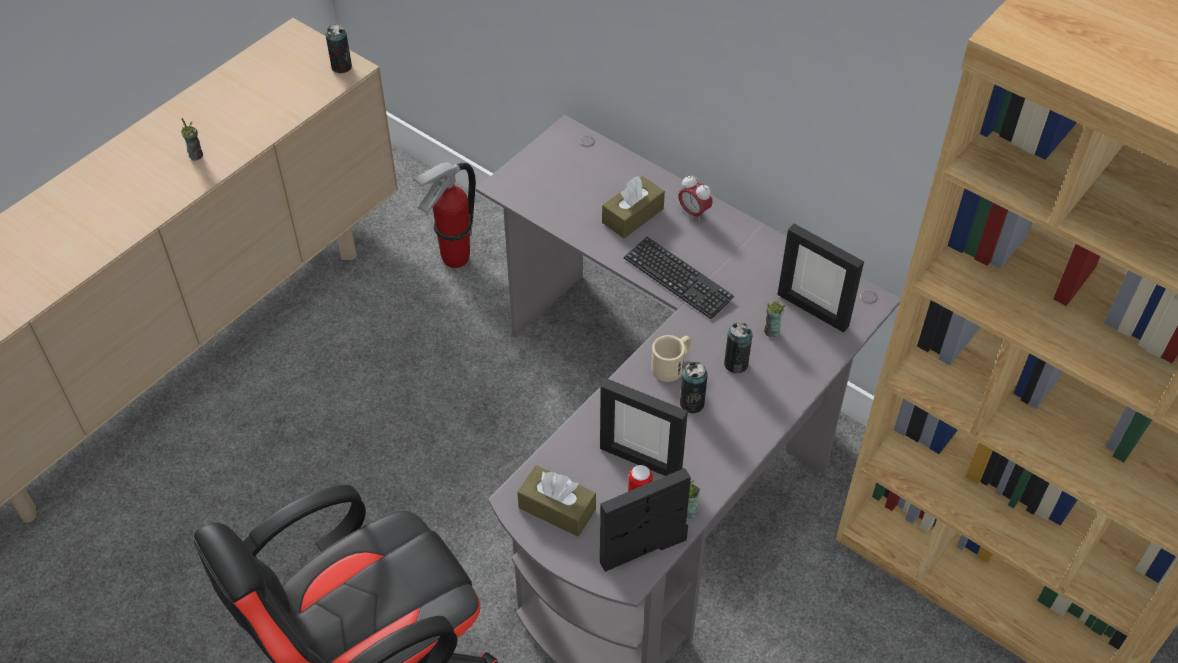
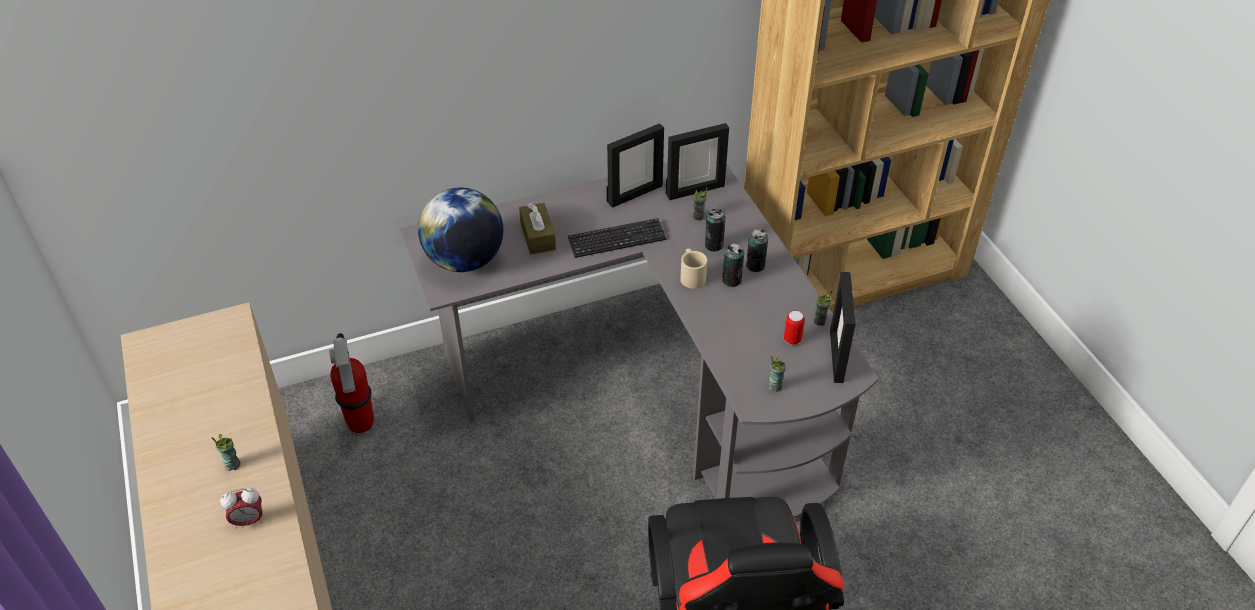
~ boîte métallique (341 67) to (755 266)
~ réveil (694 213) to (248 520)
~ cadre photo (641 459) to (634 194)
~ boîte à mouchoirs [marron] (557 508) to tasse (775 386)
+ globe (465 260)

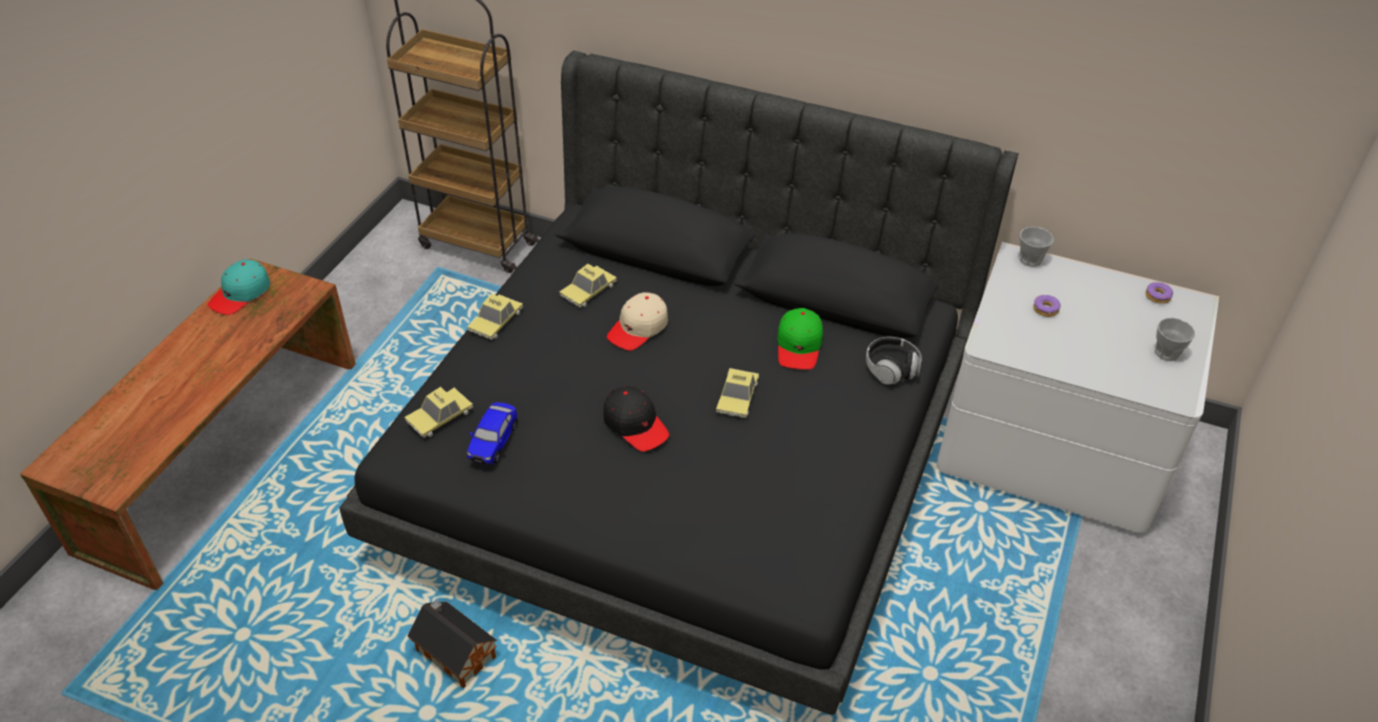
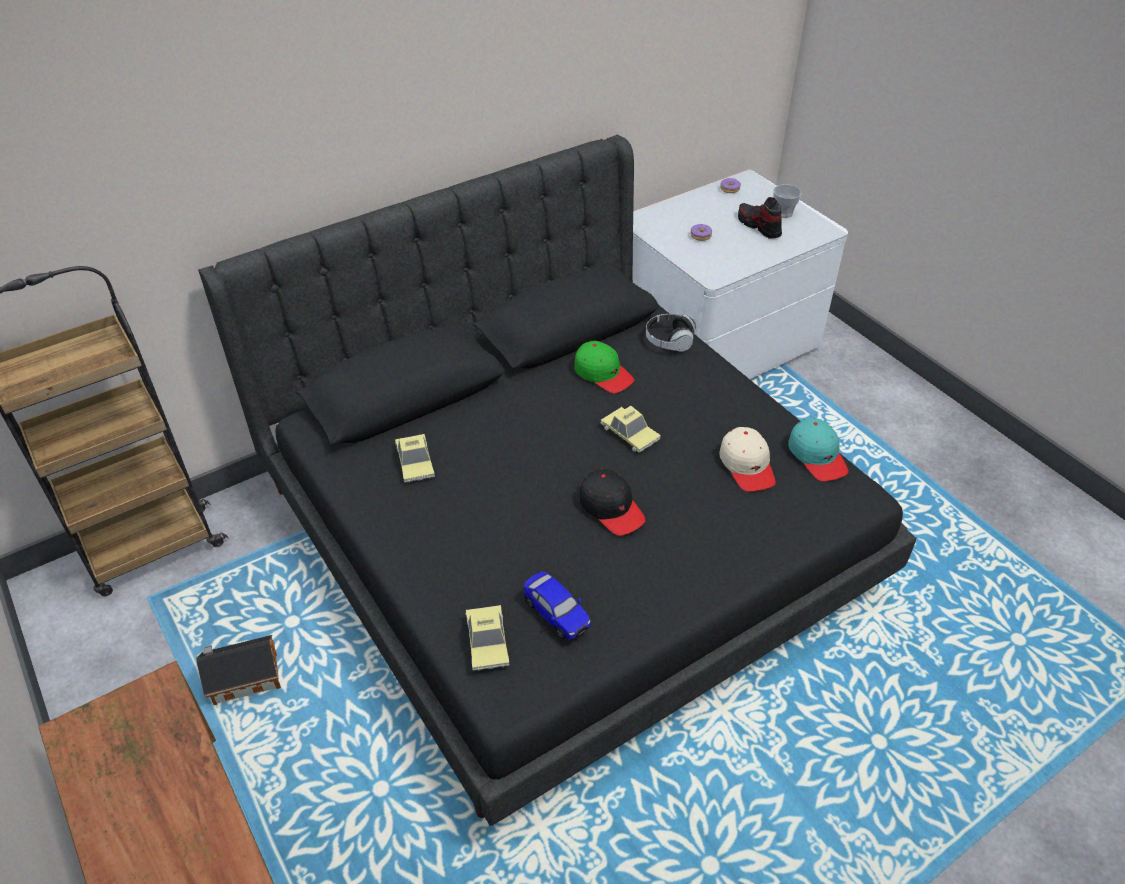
- tasse (1030 259)
~ casquette [turquoise] (241 294) to (817 456)
~ casquette [beige] (638 328) to (747 466)
- petite voiture (495 321)
~ casquette [noir] (635 424) = (611 508) 60 degrees clockwise
~ maison miniature (454 652) to (242 679)
+ chaussure (759 226)

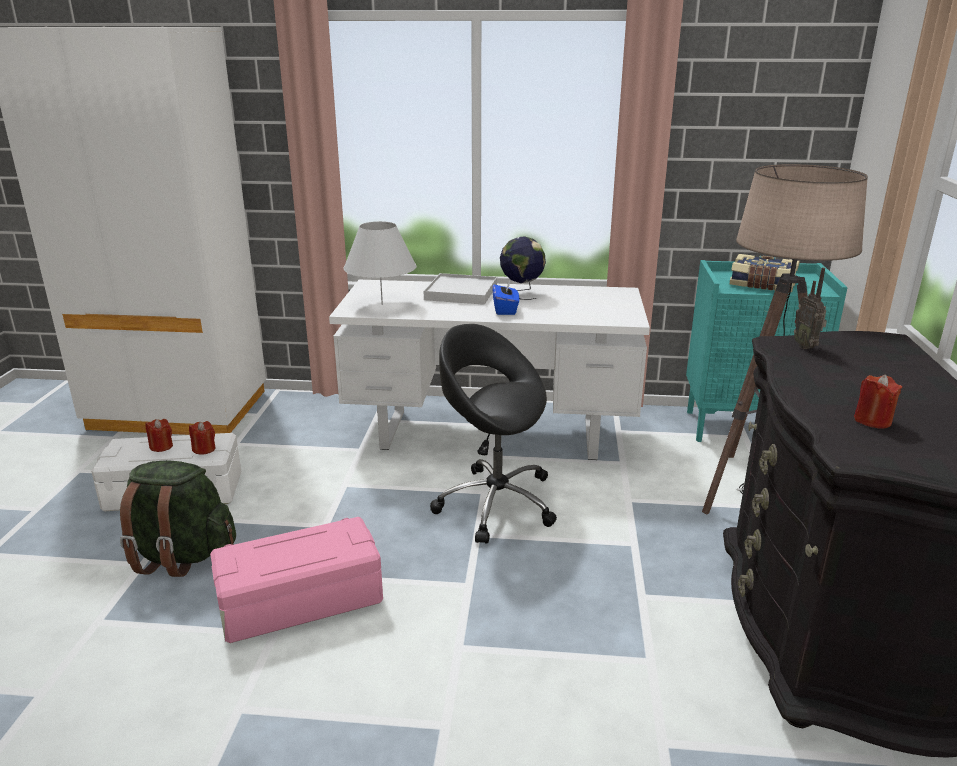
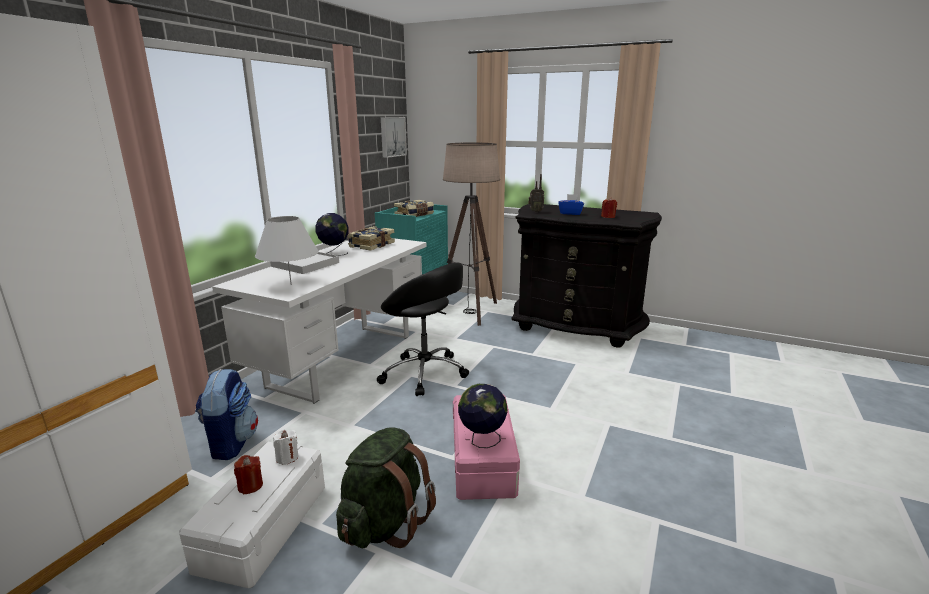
~ boîte à mouchoirs [bleu] (505 310) to (570 213)
~ chaise de bureau [noir] (494 503) = (425 374) 90 degrees counterclockwise
~ bougie [rouge] (204 449) to bougie [blanc] (287 457)
+ tableau (392 136)
+ livre (371 245)
+ sac à dos (231 443)
+ globe (482 440)

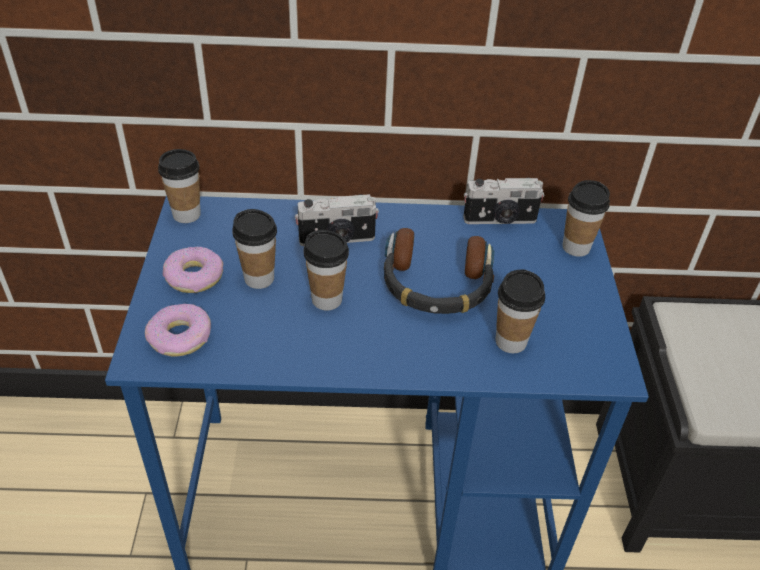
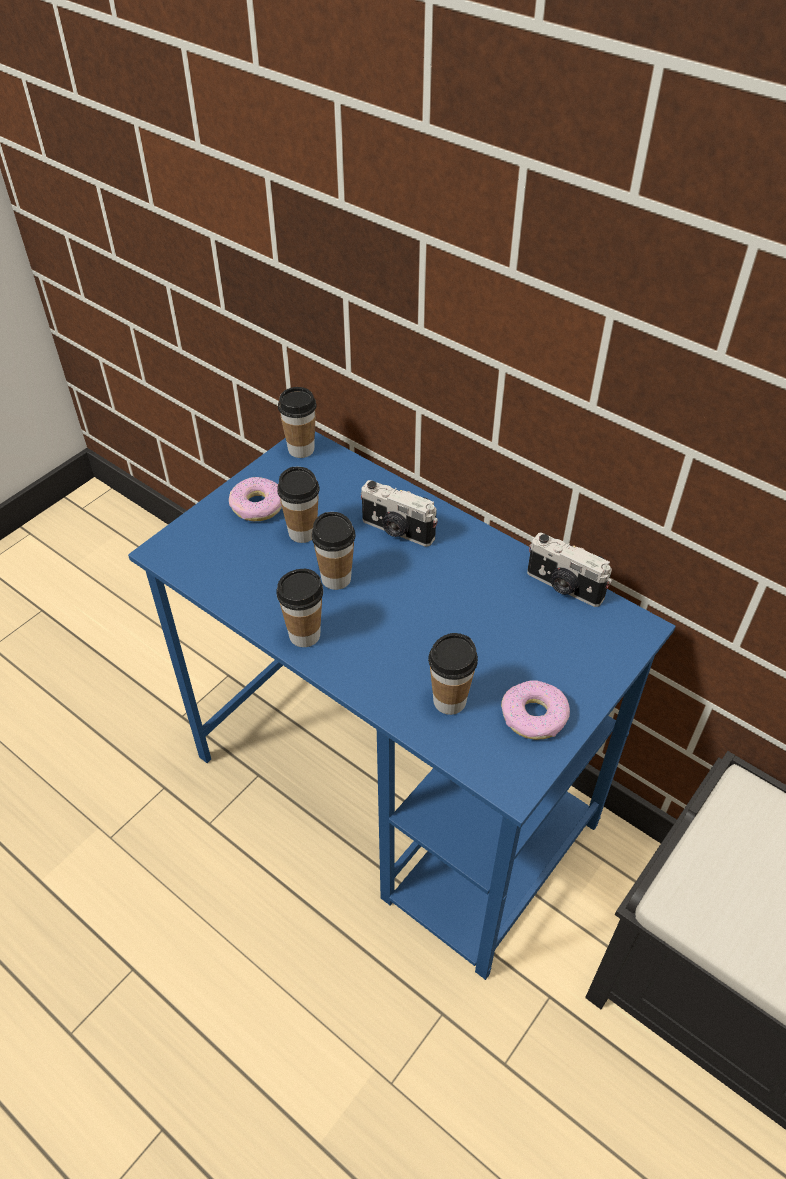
~ tasse (576 247) to (304 635)
- casque audio (436 284)
~ beignet (180 337) to (534 716)

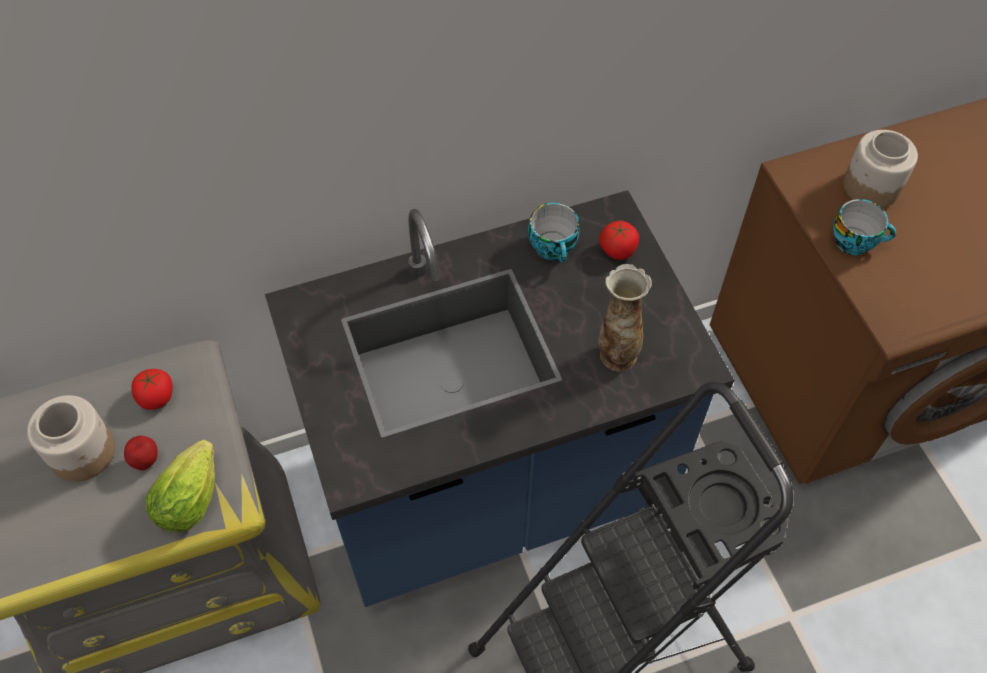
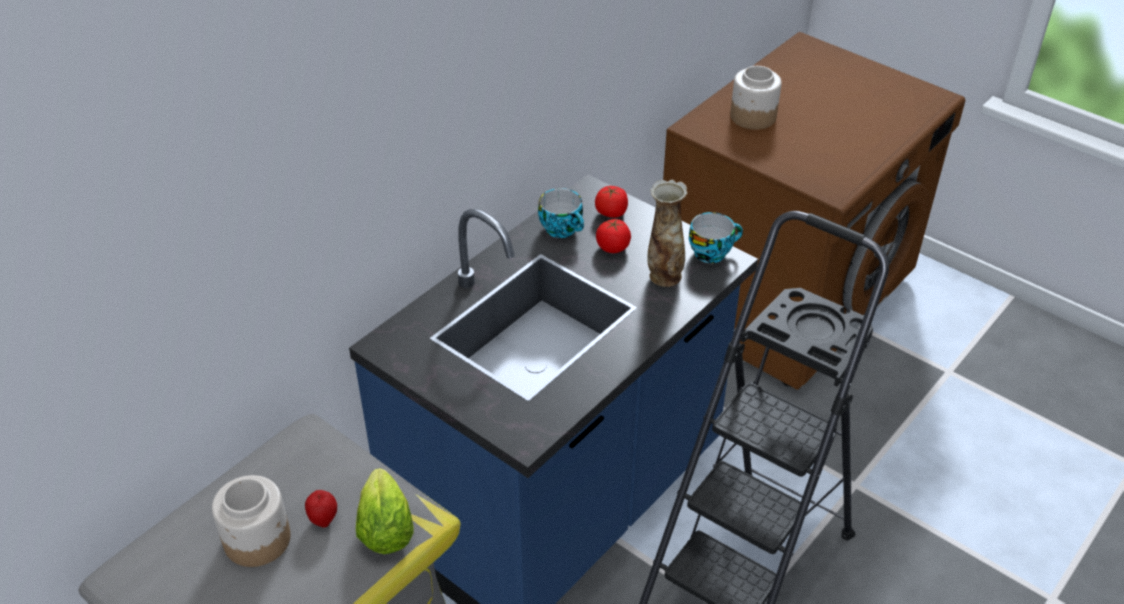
~ tasse (855 241) to (711 252)
~ tomate (157 397) to (613 247)

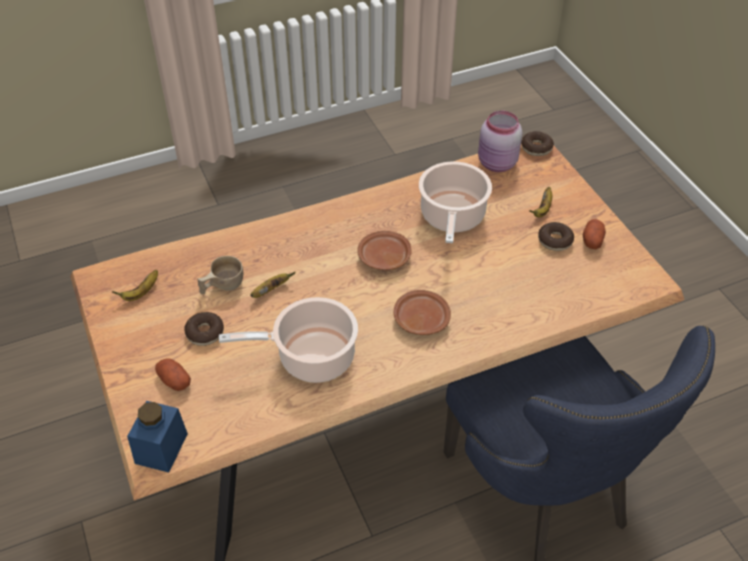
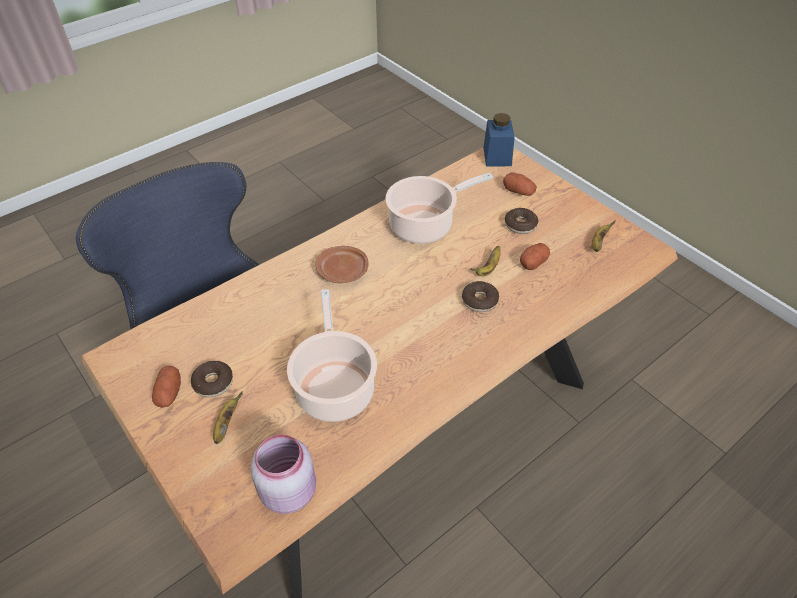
~ beignet (536 148) to (479 301)
- assiette [marron] (383 258)
~ tasse [beige] (222 286) to pomme de terre (533 262)

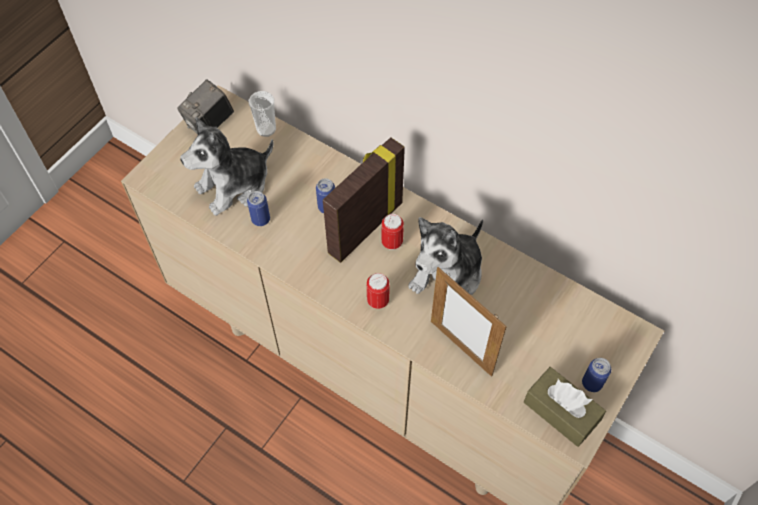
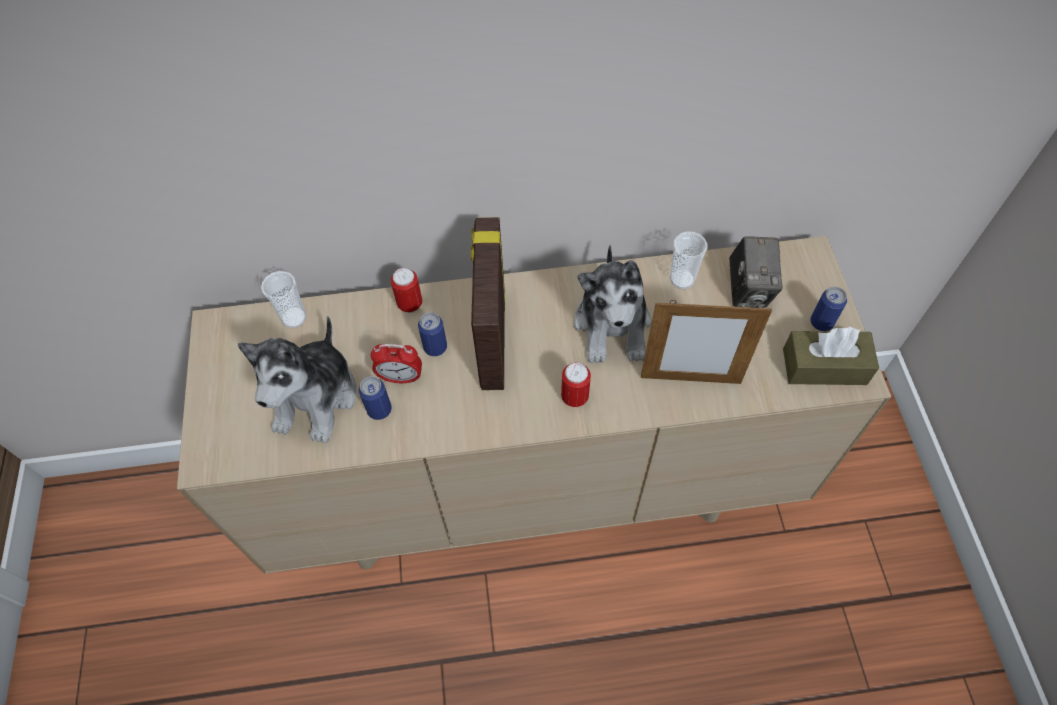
~ appareil photo (210 124) to (748 289)
~ boîte métallique (392 242) to (410 304)
+ tasse (682 279)
+ réveil (401 377)

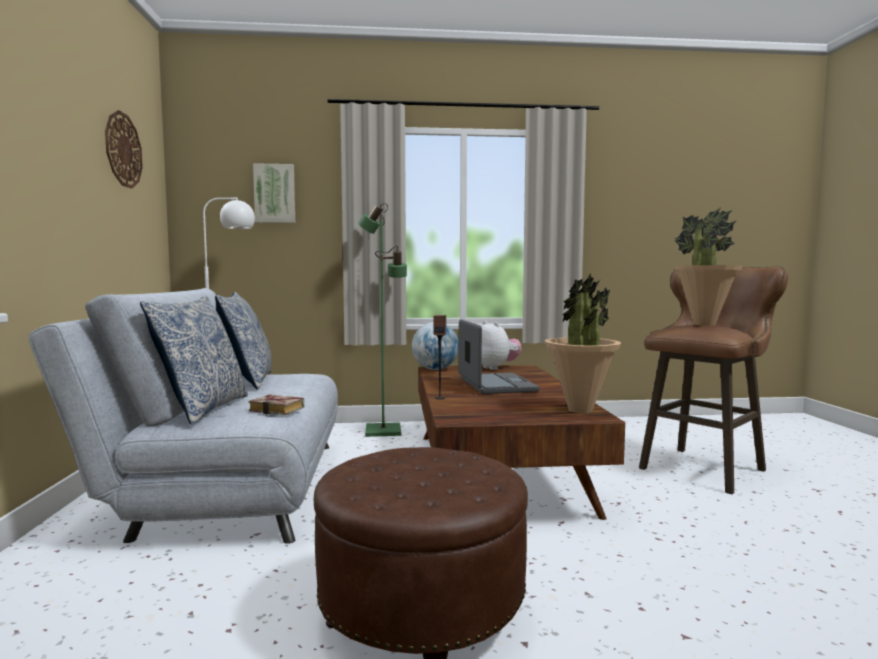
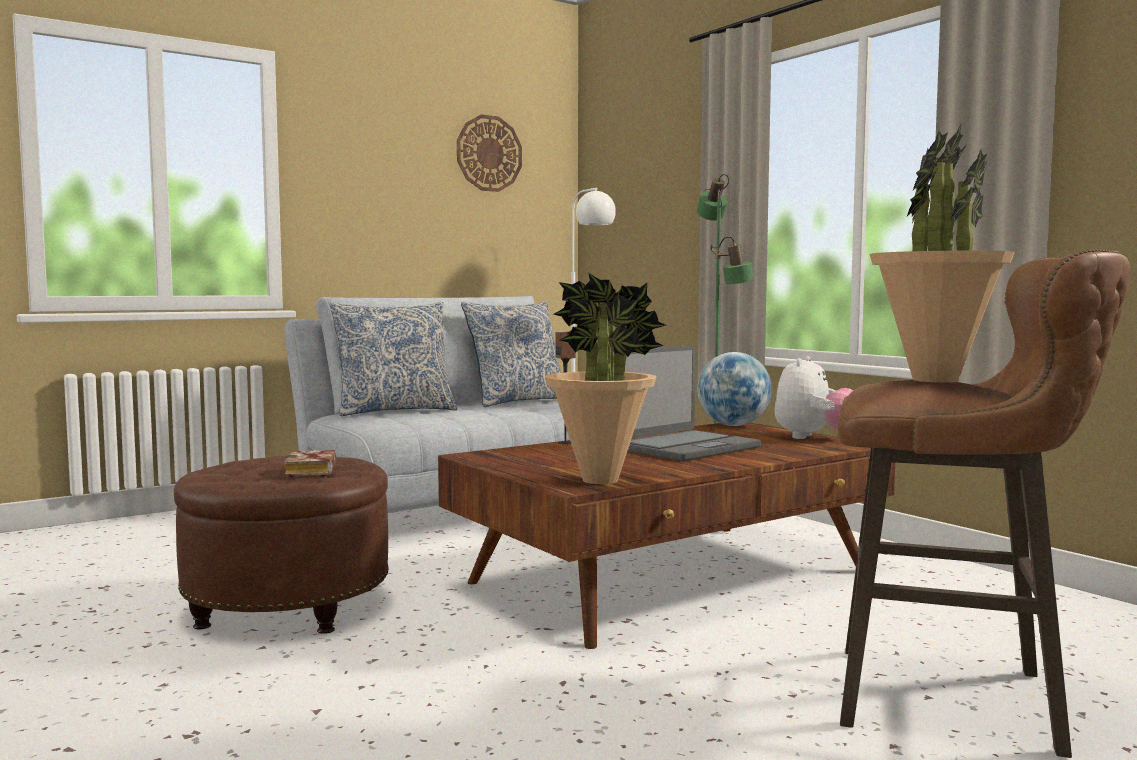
- tableau (275 194)
~ livre (279 409) to (312 470)

